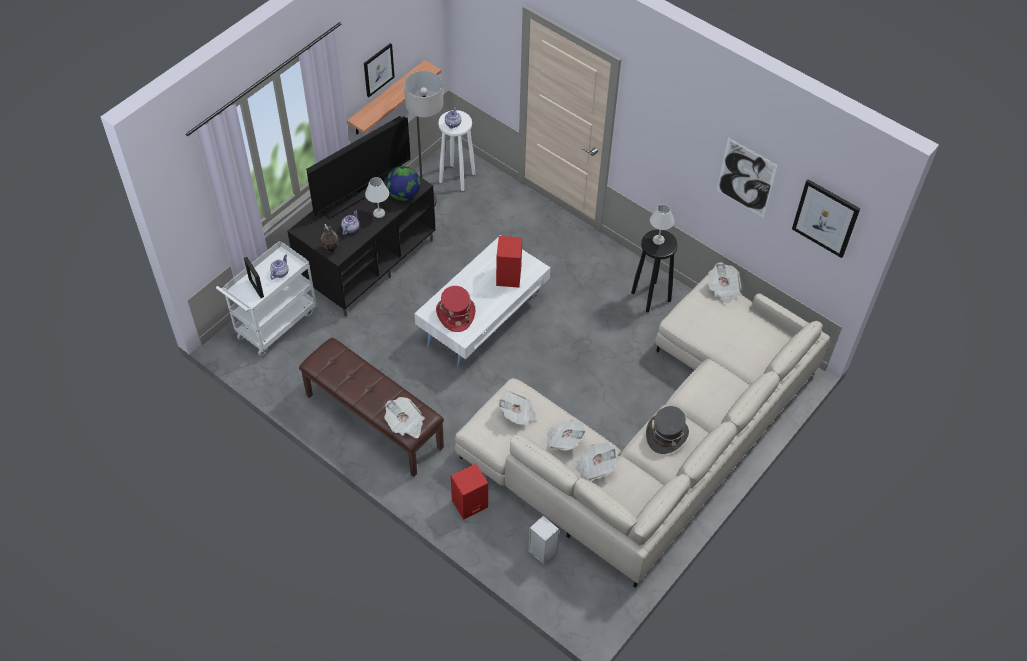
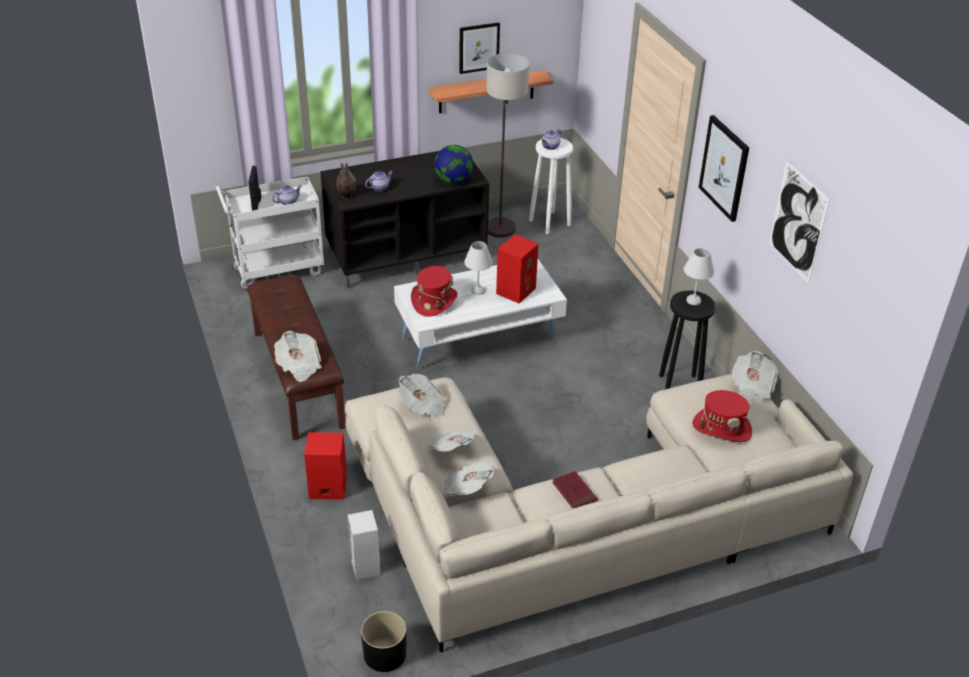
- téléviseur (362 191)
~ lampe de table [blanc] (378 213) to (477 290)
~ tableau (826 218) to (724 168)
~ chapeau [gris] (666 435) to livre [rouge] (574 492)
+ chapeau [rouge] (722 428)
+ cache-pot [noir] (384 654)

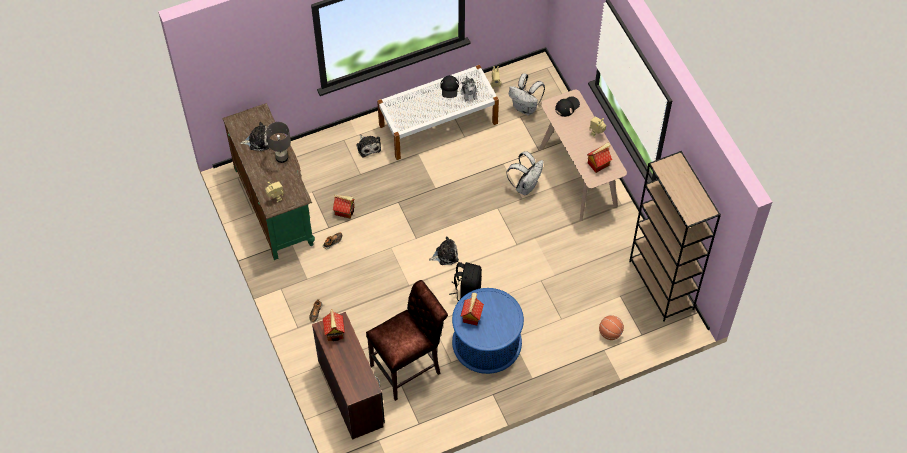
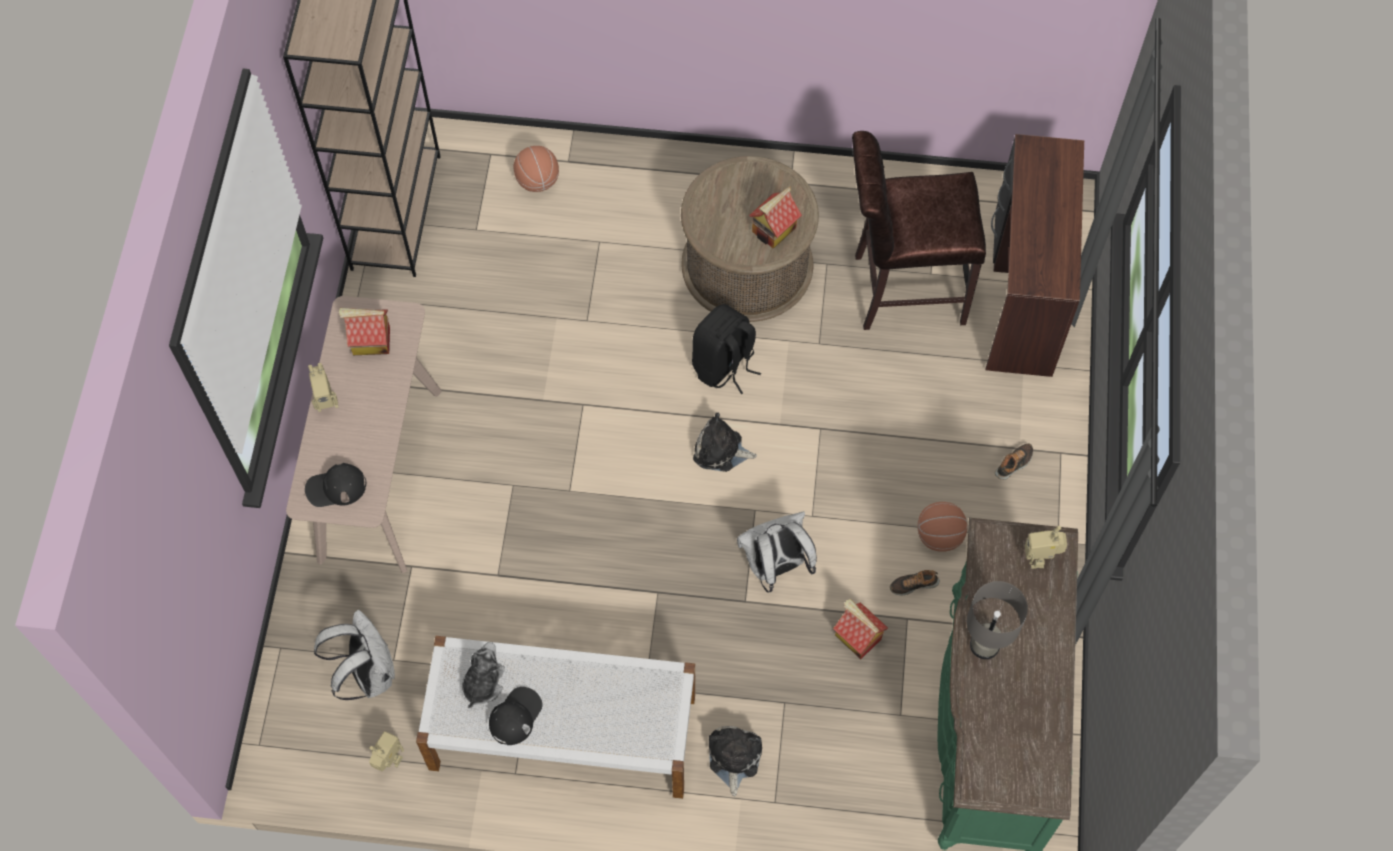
- peluche (258 140)
~ sac à dos [blanc] (525 186) to (775 567)
~ table basse [bleu] (486 342) to table basse [marron] (747 265)
- maison miniature (335 332)
+ ballon de basket (939 536)

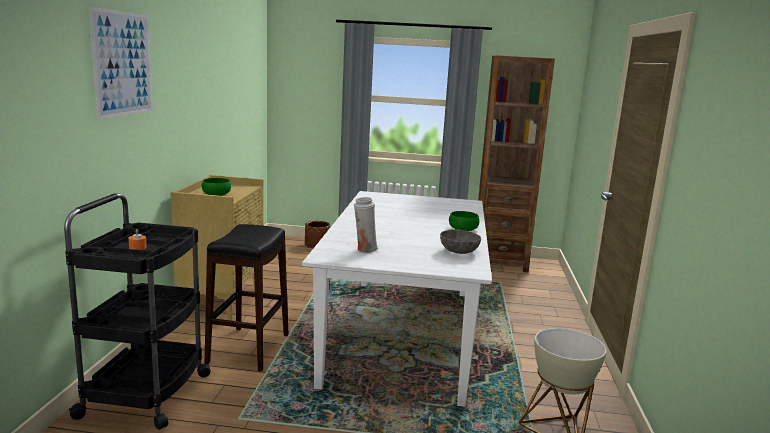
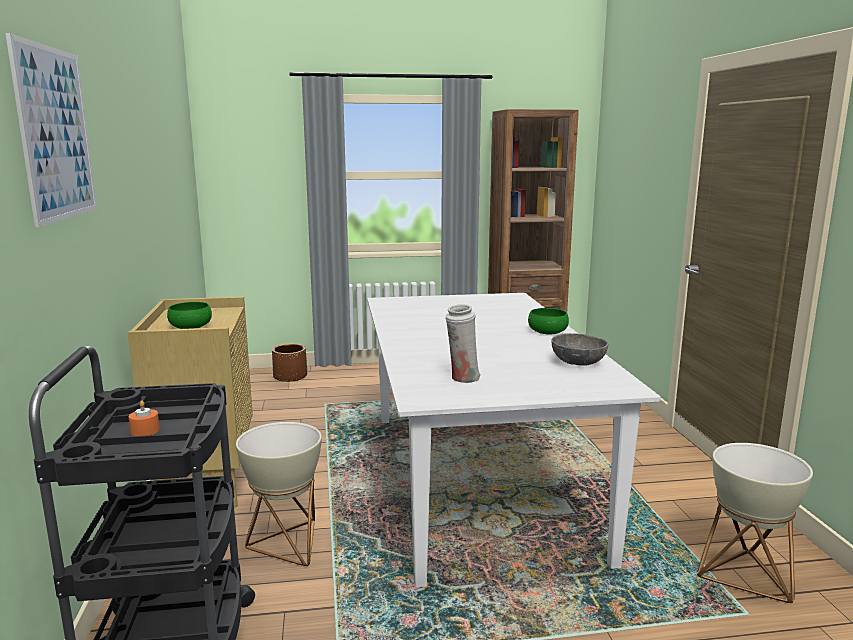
~ tabouret [noir] (248 348) to cache-pot (286 544)

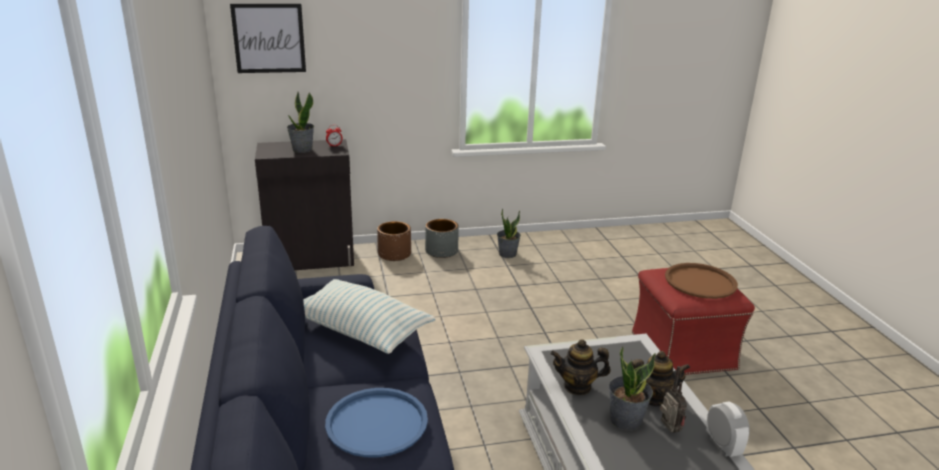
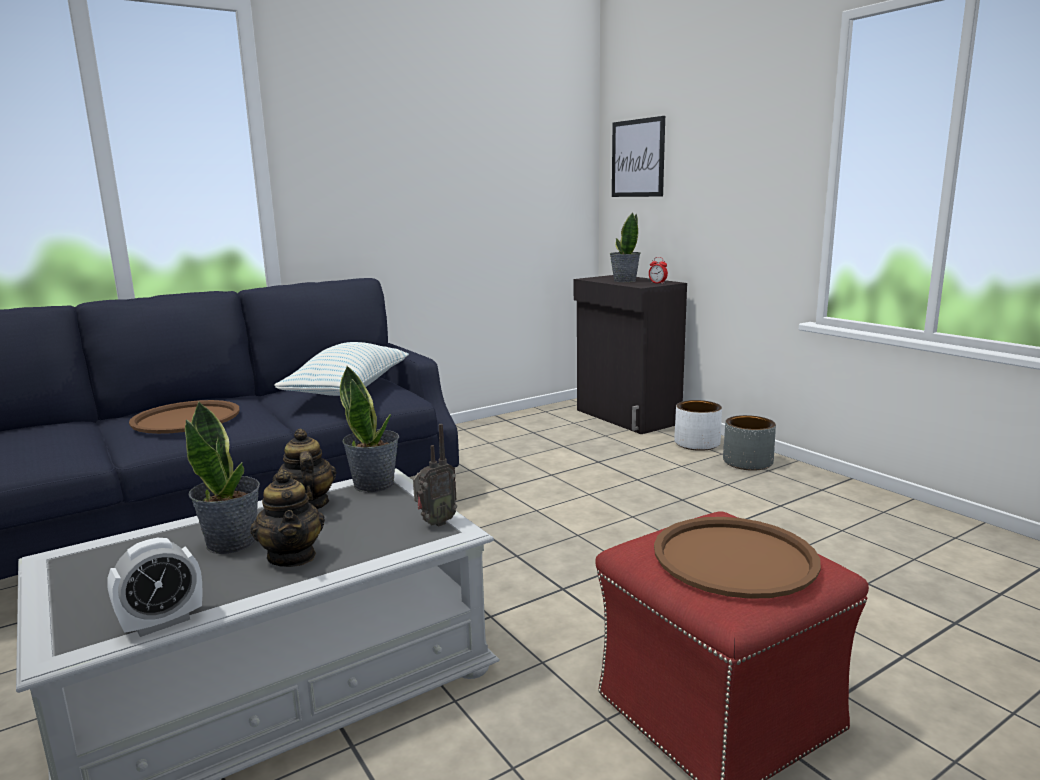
~ plante en pot (507 254) to (374 484)
~ cache-pot [marron] (394 254) to cache-pot [blanc] (697 444)
~ radio (668 430) to (435 523)
~ plateau [bleu] (377 423) to plateau [marron] (186 418)

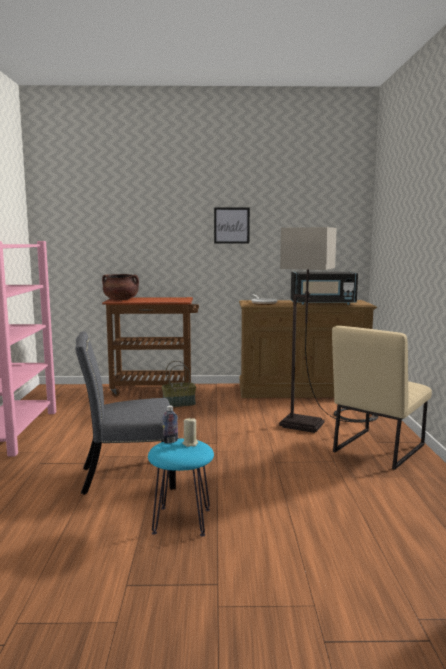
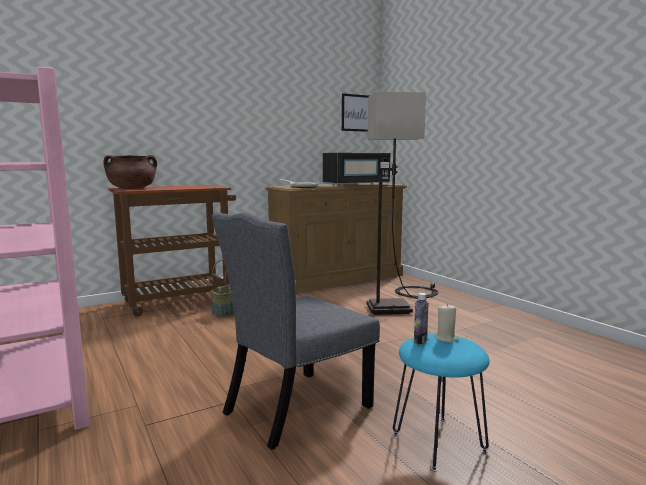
~ tableau (231 225) to (356 113)
- chaise [beige] (377 449)

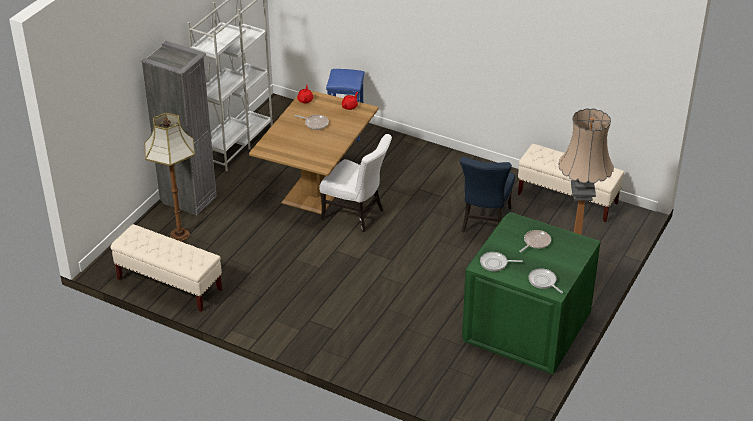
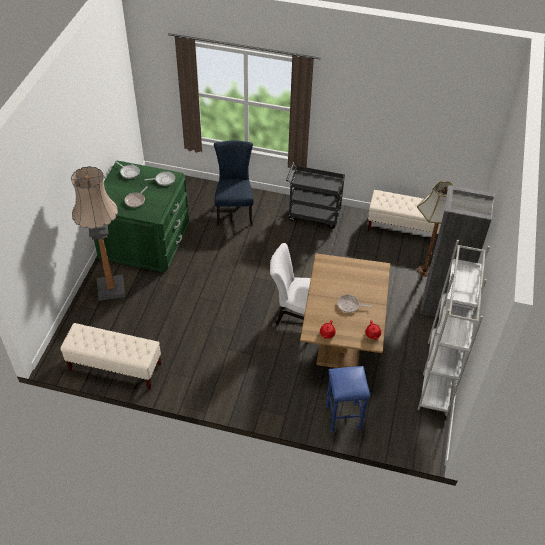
~ chaise [bleu] (484 222) to (234 209)
+ chariot [gris] (312 217)

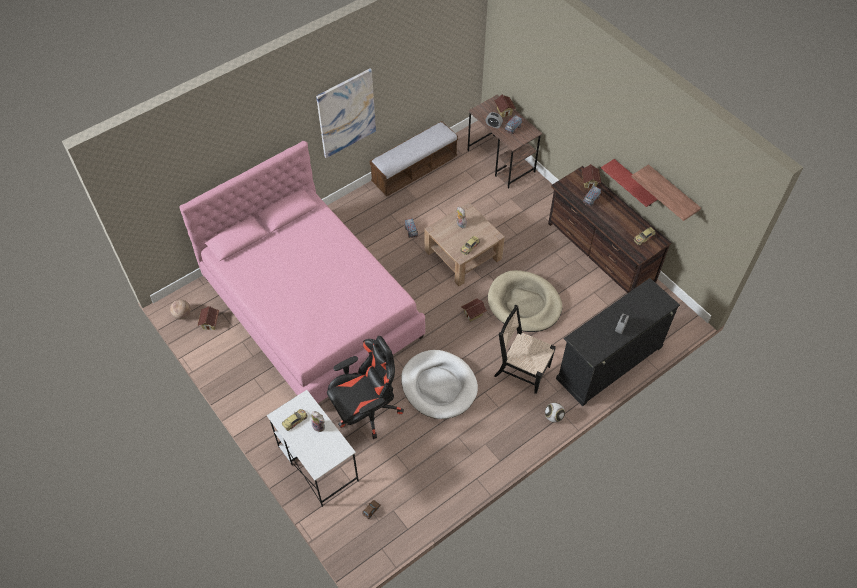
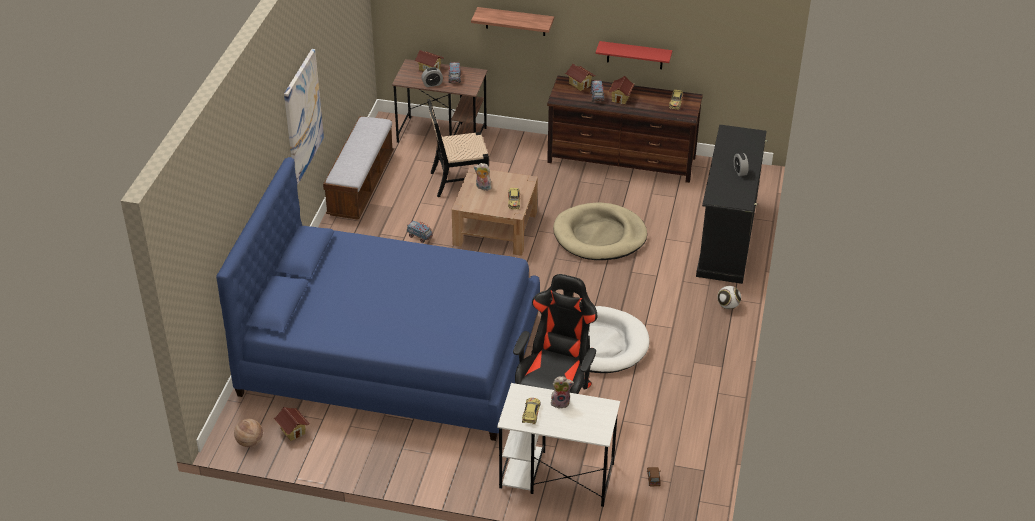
~ lit [rose] (312 307) to lit [bleu] (390 353)
~ étagère (672 192) to (515 21)
~ maison miniature (473 314) to (621 98)
~ chaise (522 370) to (458 181)

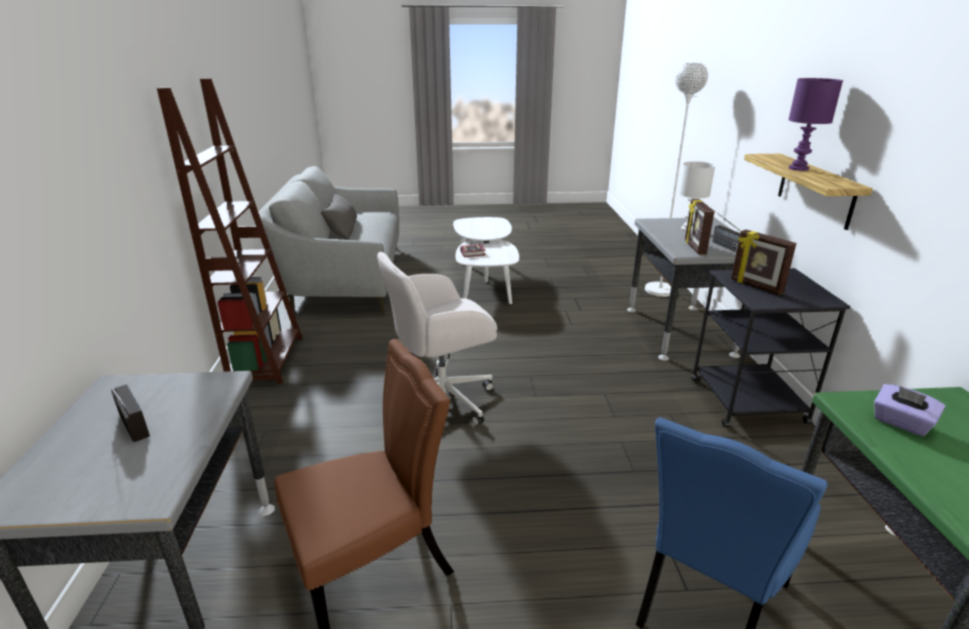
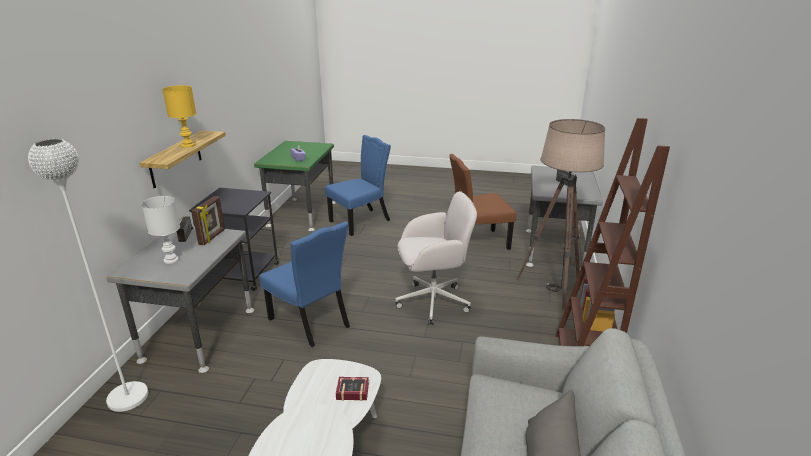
~ lampe de table [violet] (798 169) to lampe de table [jaune] (188 145)
- cadre photo (755 286)
+ lampadaire (553 288)
+ chaise [bleu] (309 321)

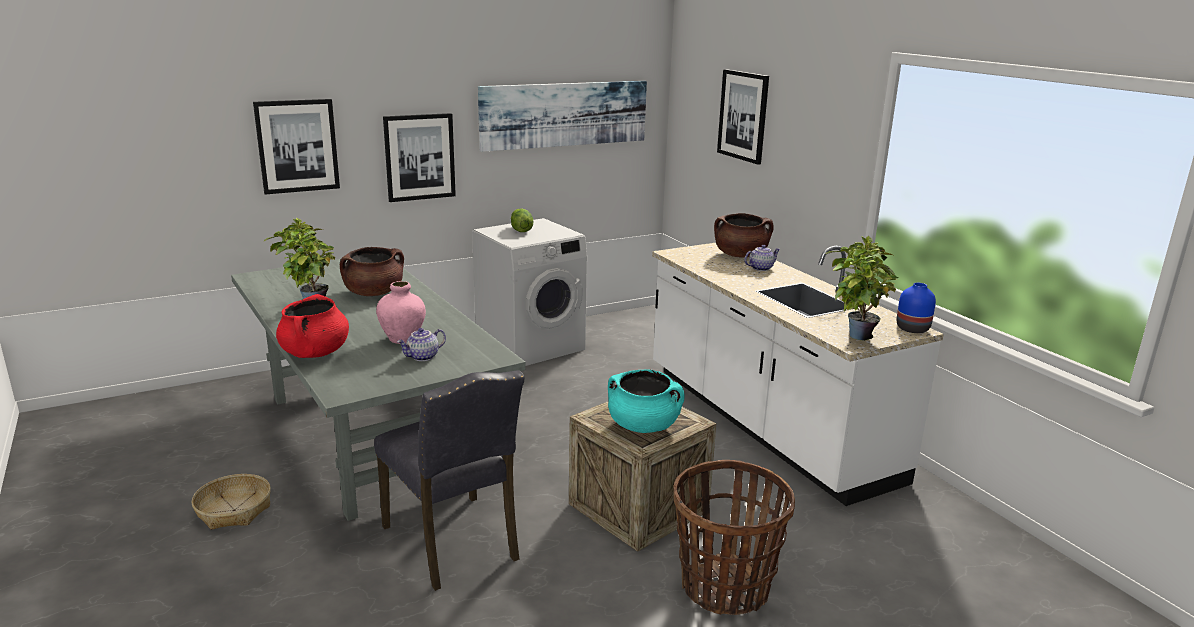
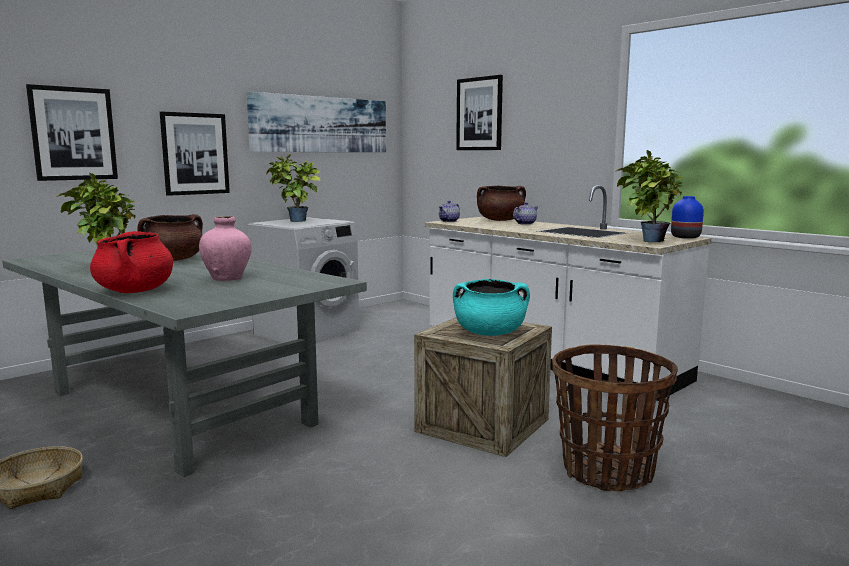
~ laitue (521 230) to plante en pot (294 221)
~ théière (423 357) to (449 221)
- chaise [gris] (454 543)

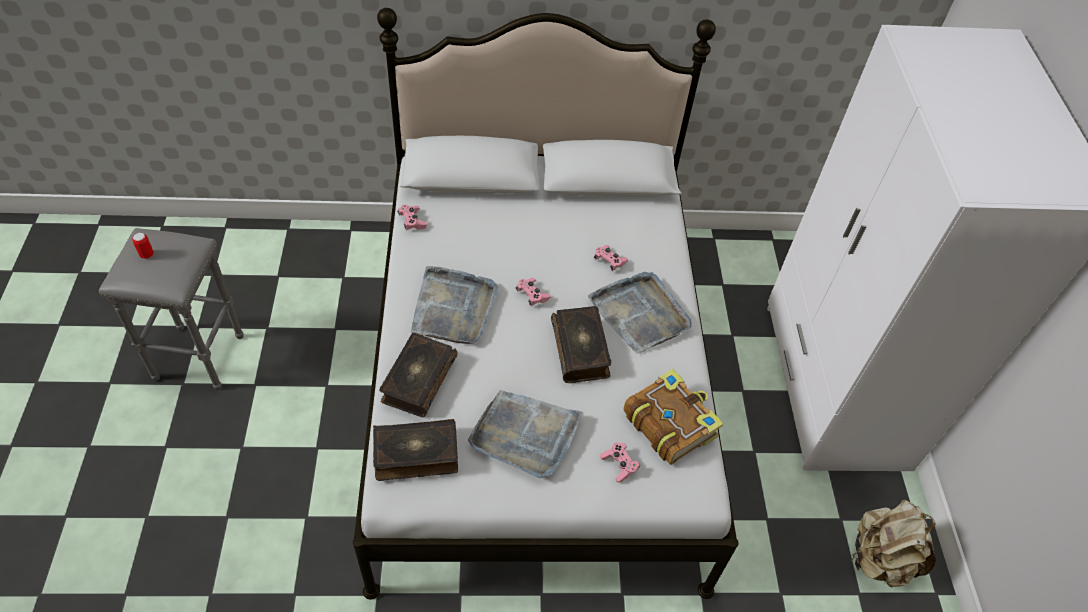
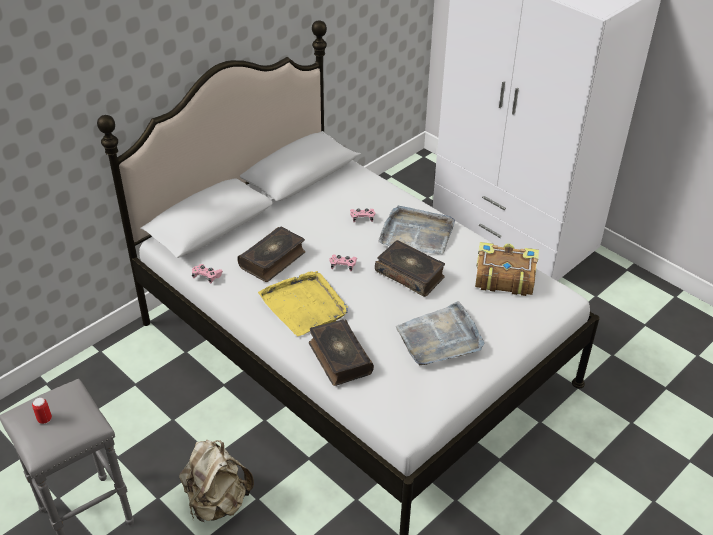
~ plateau [gris] (453 308) to plateau [jaune] (305 305)
~ livre (416 455) to (273 260)
- manette [rose] (619 465)
~ sac à dos [beige] (880 559) to (217 502)

